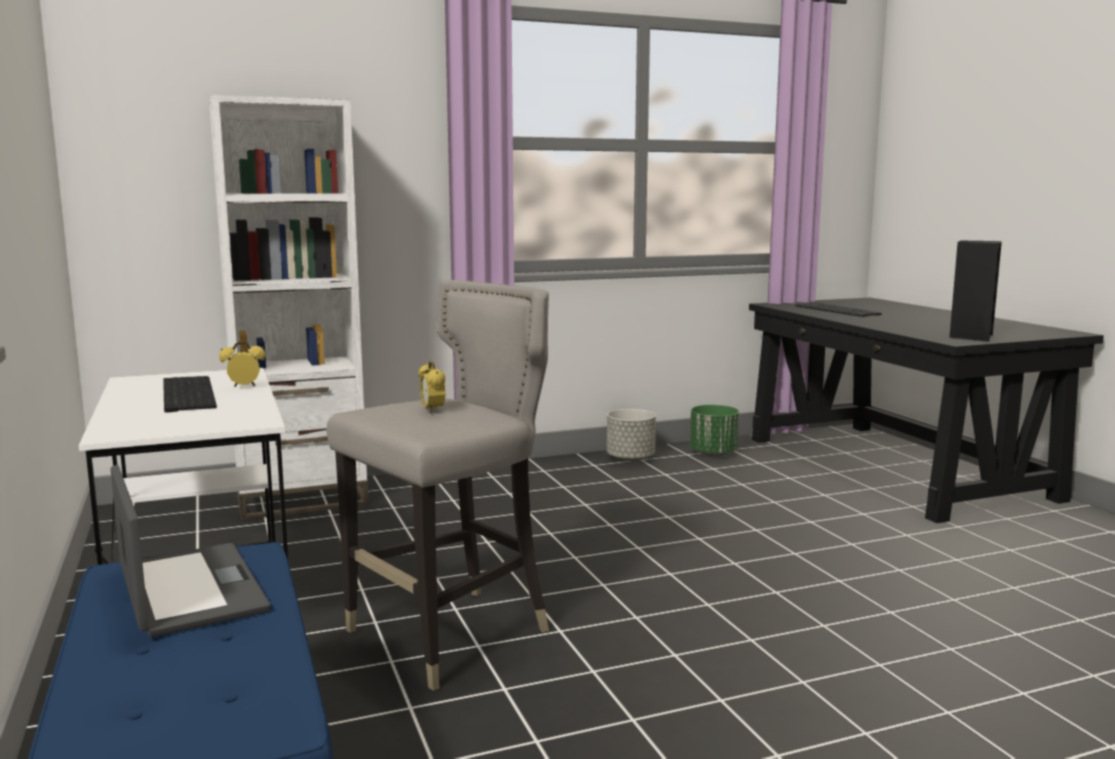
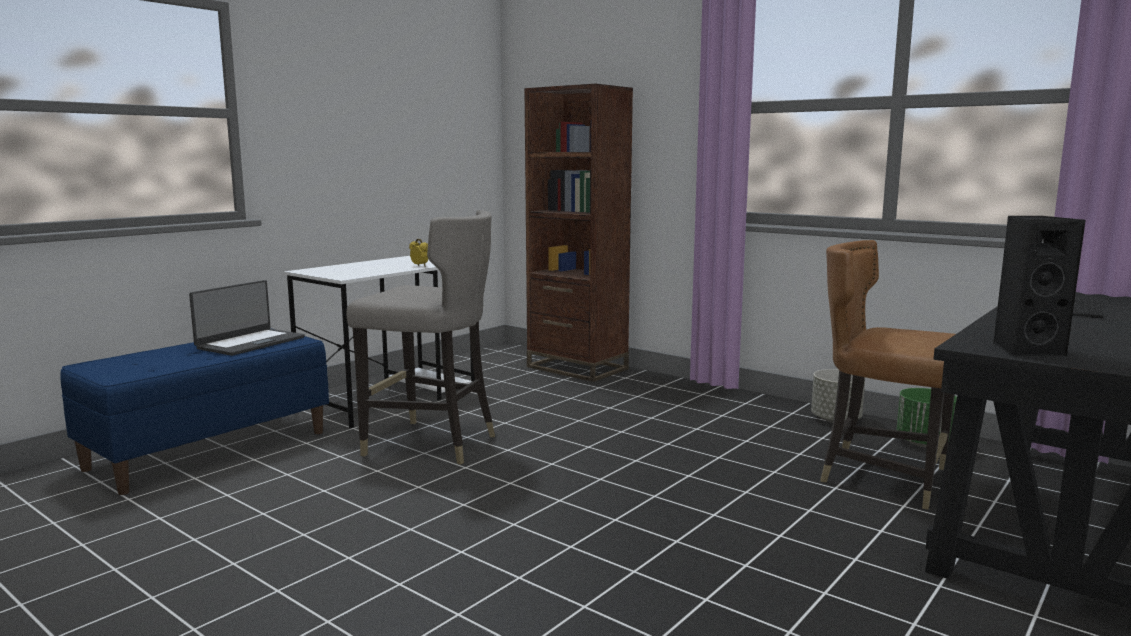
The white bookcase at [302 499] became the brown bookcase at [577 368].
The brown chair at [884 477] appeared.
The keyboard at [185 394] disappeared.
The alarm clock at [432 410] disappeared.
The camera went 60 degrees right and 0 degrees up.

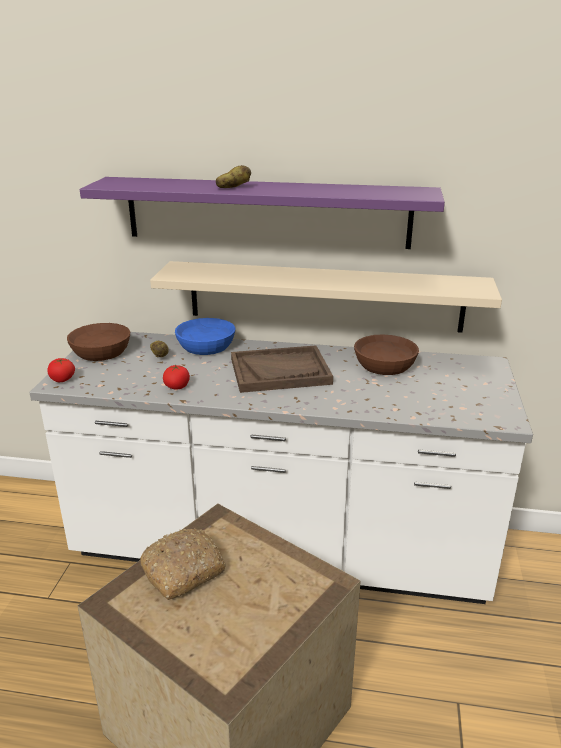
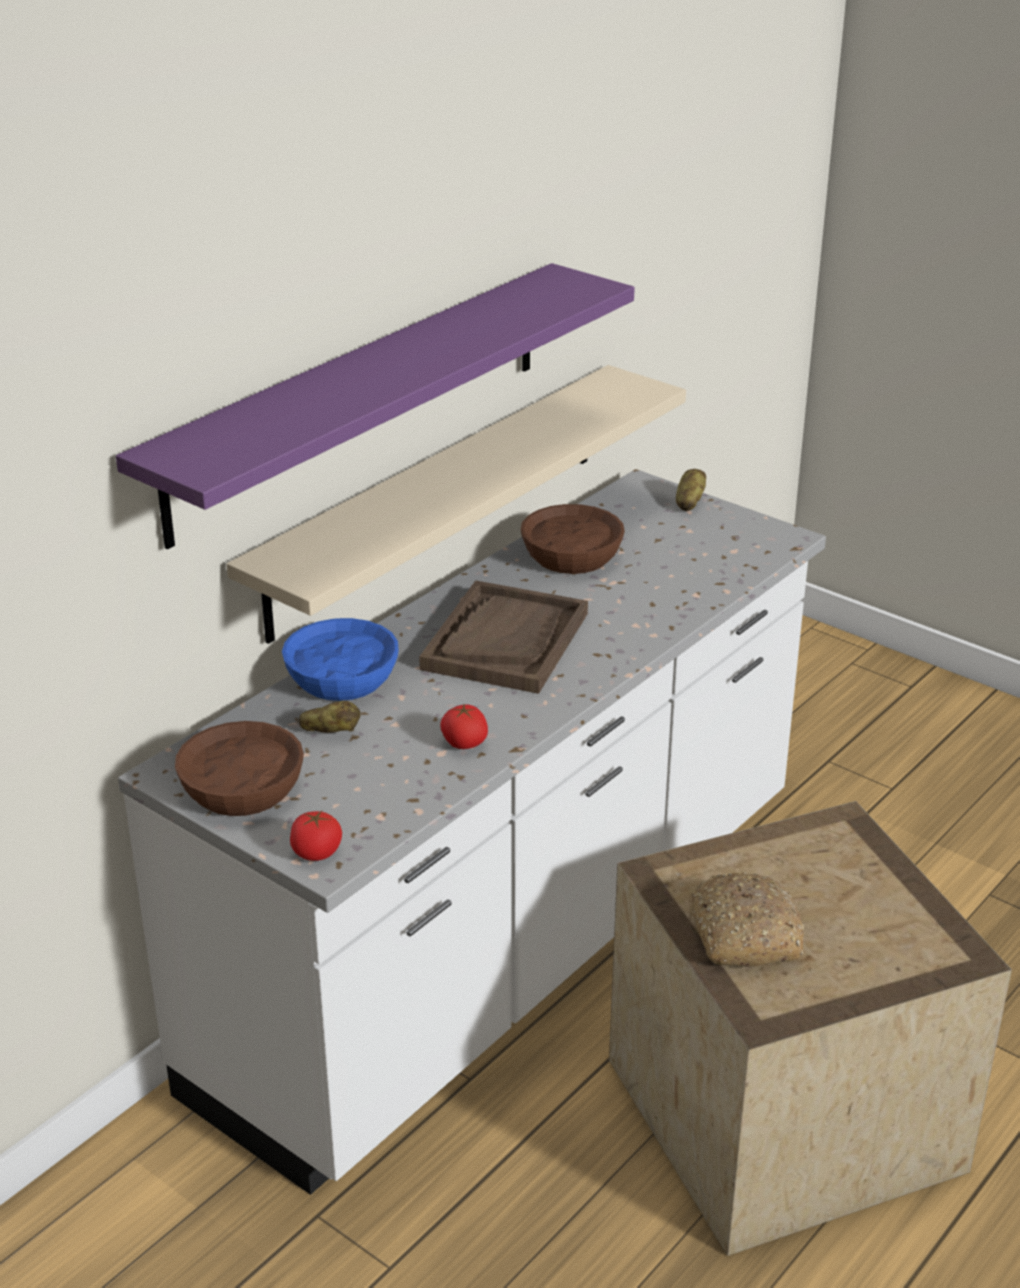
The potato moved from [233 187] to [689 502].
The camera went 60 degrees left and 5 degrees up.

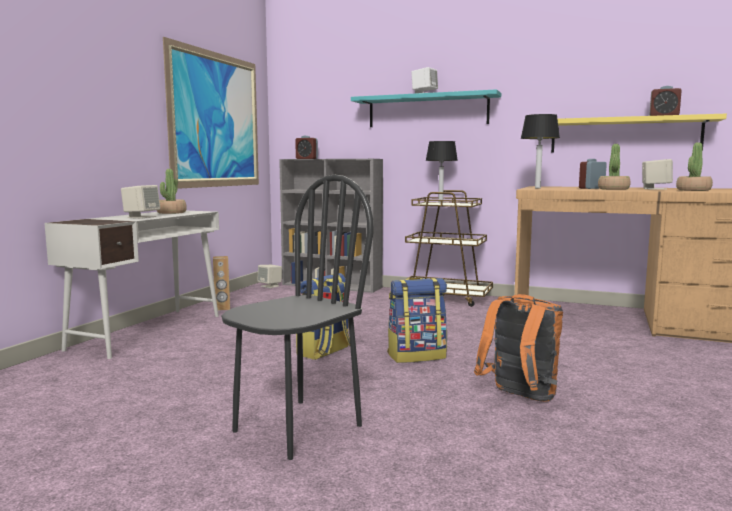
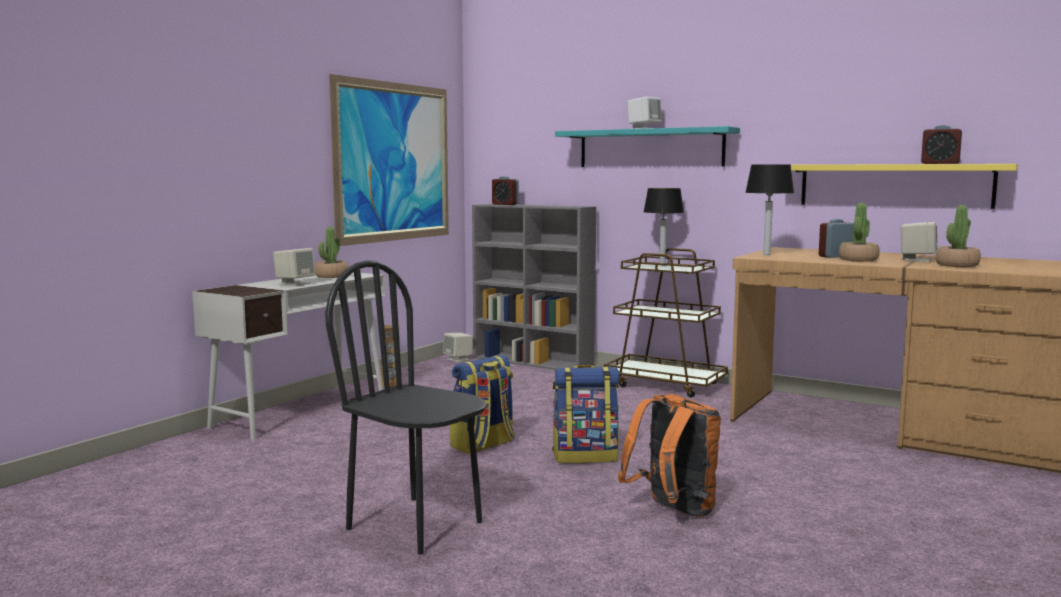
The black chair at [297 428] turned 105 degrees counterclockwise.
The camera went 10 degrees right and 0 degrees up.

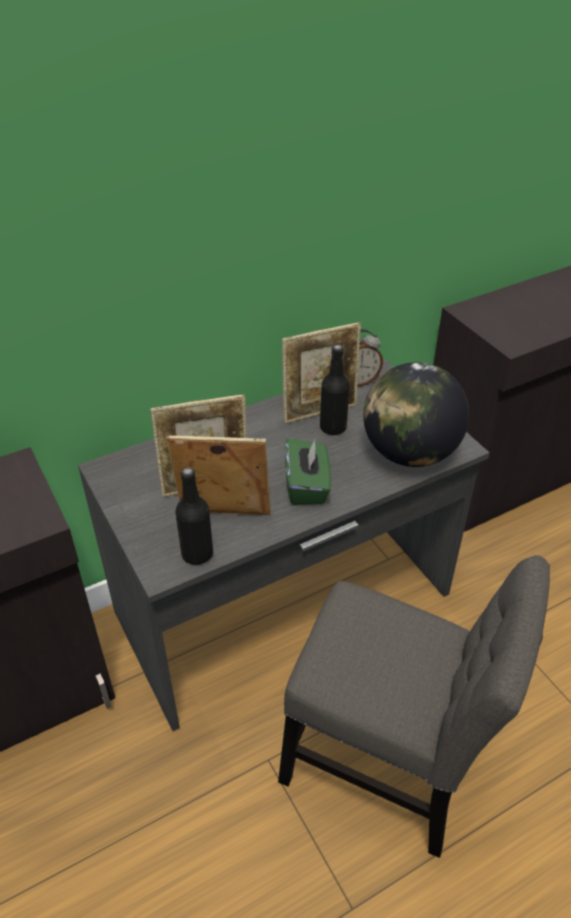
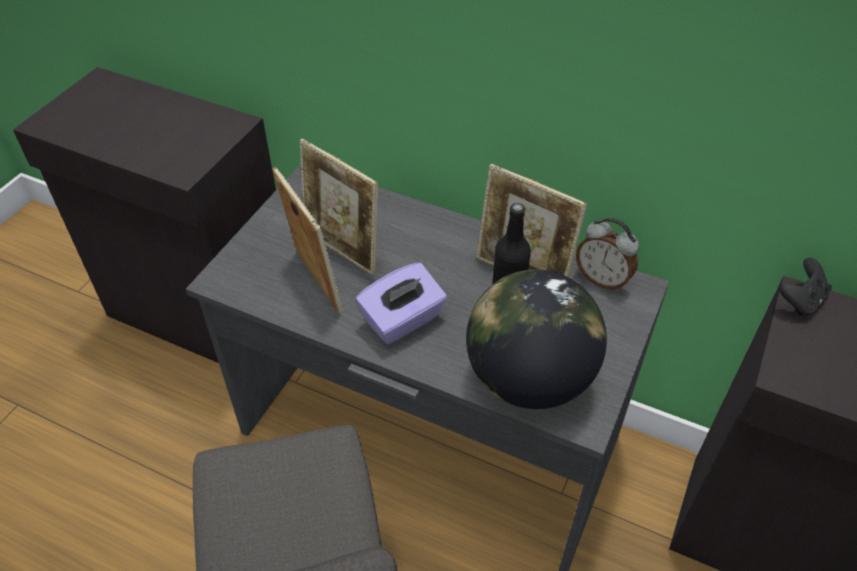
The green tissue box at [307 486] became the purple tissue box at [402 320].
The black game controller at [800 301] appeared.
The black bottle at [197 554] disappeared.
The camera went 55 degrees right and 5 degrees up.

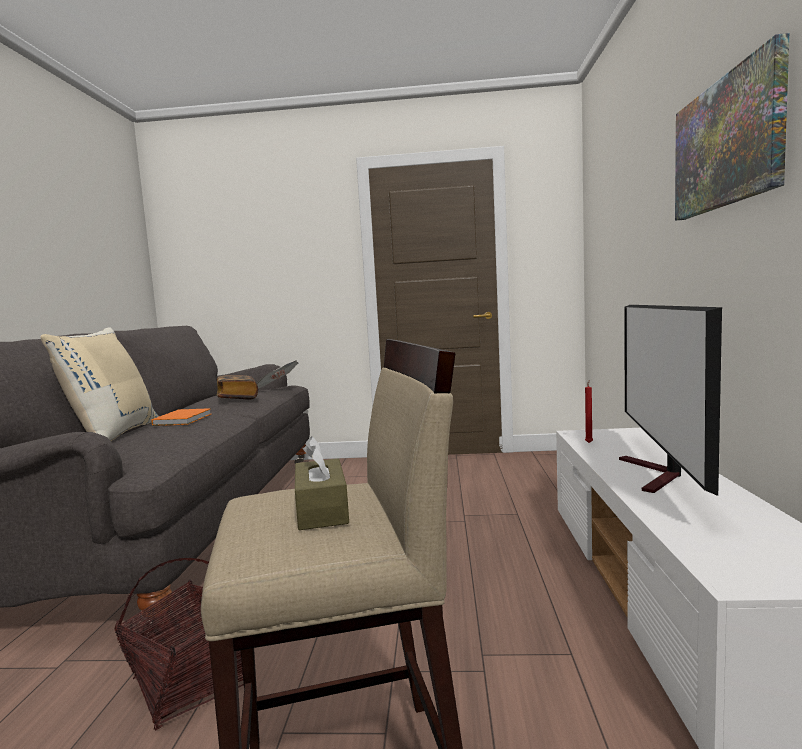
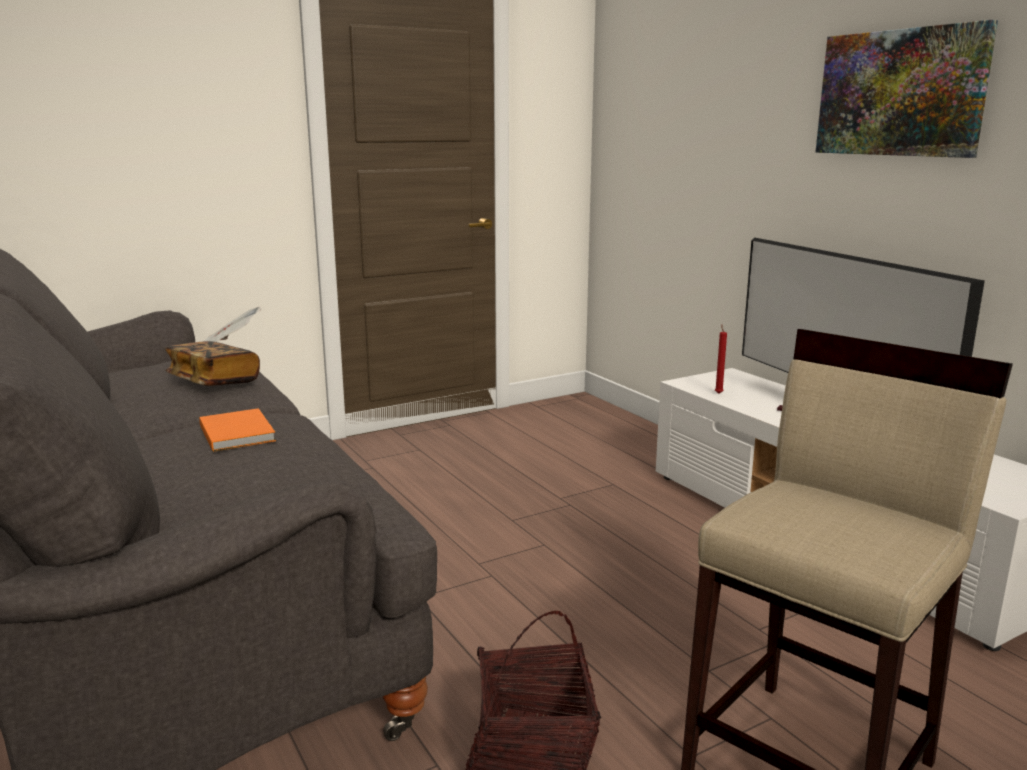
The beige pillow at [113 435] disappeared.
The brown tissue box at [321 510] disappeared.
The camera went 35 degrees left and 10 degrees up.

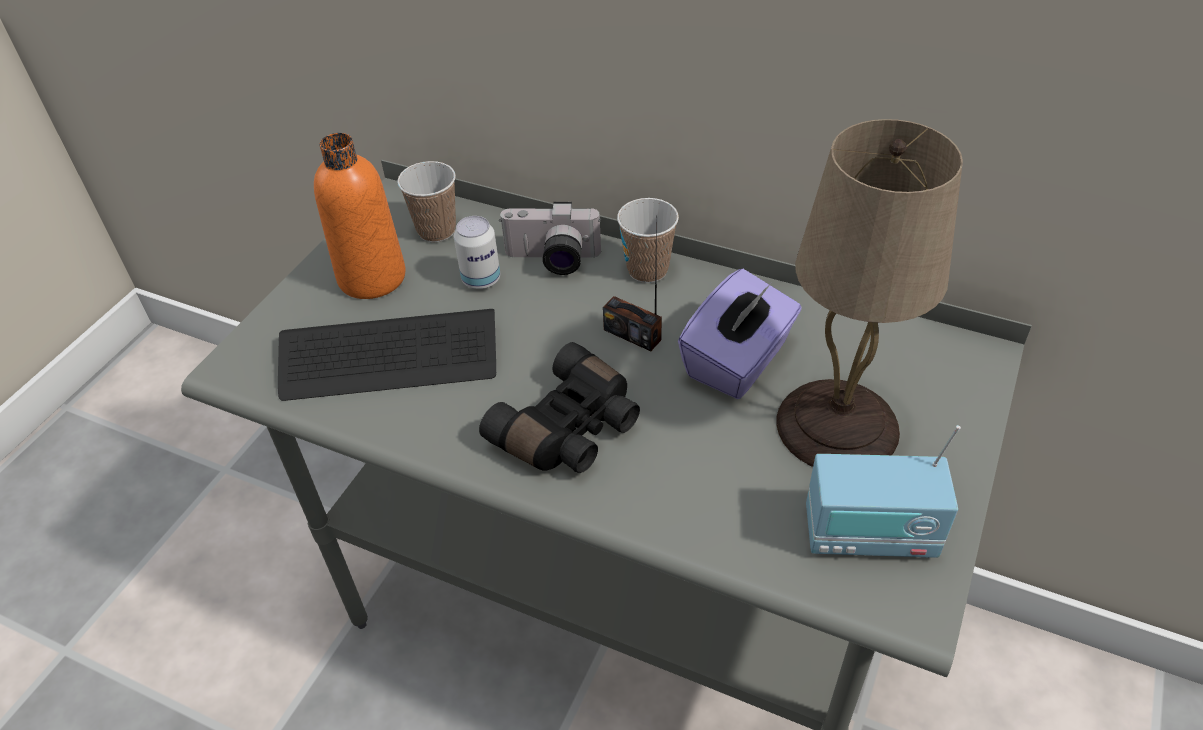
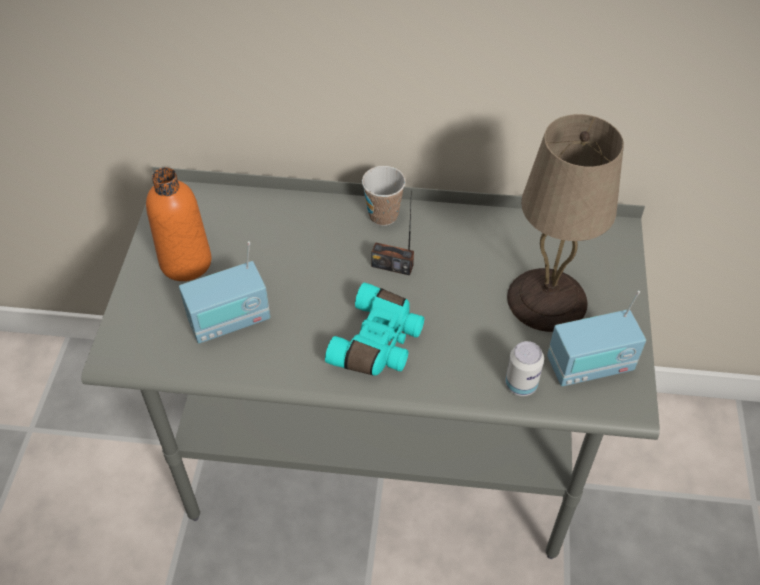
The keyboard at [389 358] was replaced by the radio at [229 321].
The black binoculars at [570 430] became the turquoise binoculars at [379 343].
The can moved from [481 280] to [521 384].
The cup at [436 231] disappeared.
The photo camera at [552 261] disappeared.
The purple tissue box at [738 361] disappeared.
The camera went 20 degrees left and 5 degrees up.

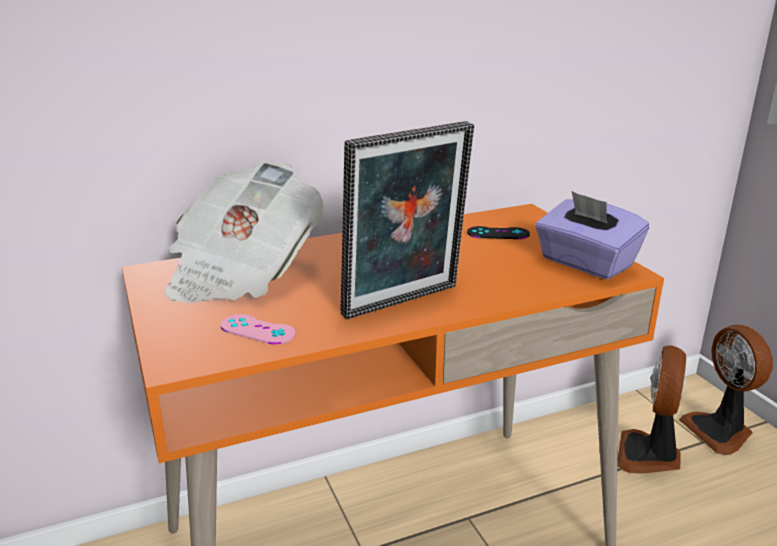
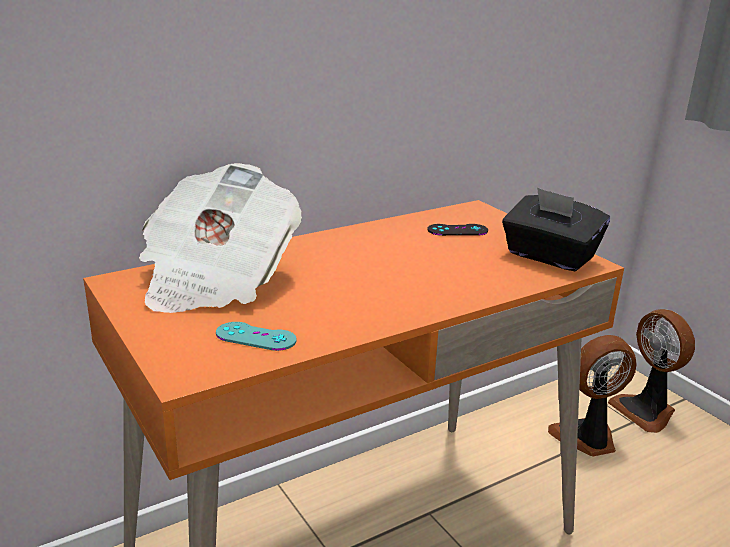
The pink game controller at [257 330] became the turquoise game controller at [256 337].
The purple tissue box at [585 263] became the black tissue box at [549 257].
The fan at [649 455] turned 60 degrees clockwise.
The picture frame at [405 303] disappeared.
The camera went 10 degrees left and 0 degrees up.

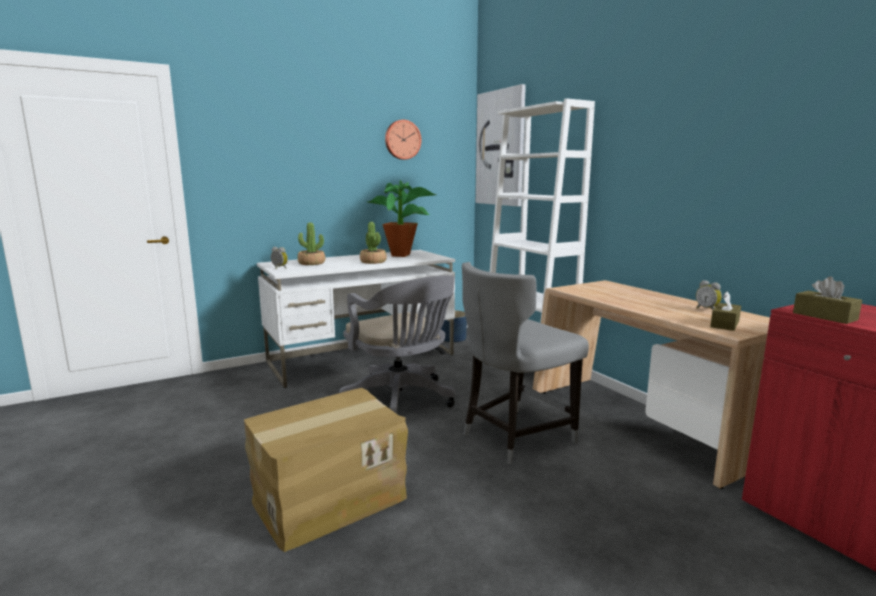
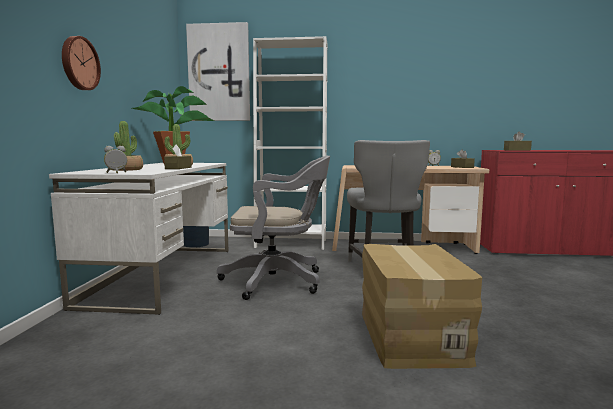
The wall clock moved from [402 140] to [79 63].
The brown tissue box at [178 168] appeared.
The camera went 55 degrees left and 5 degrees down.

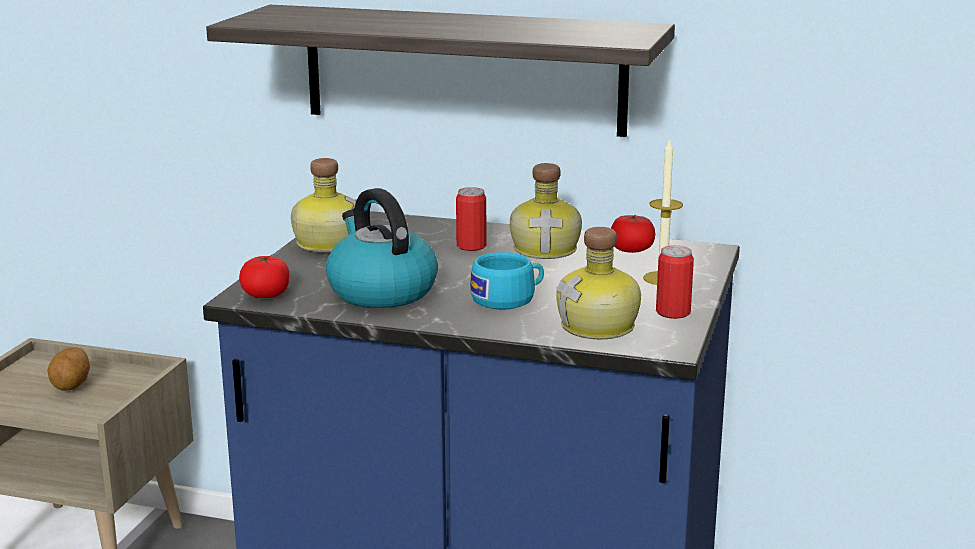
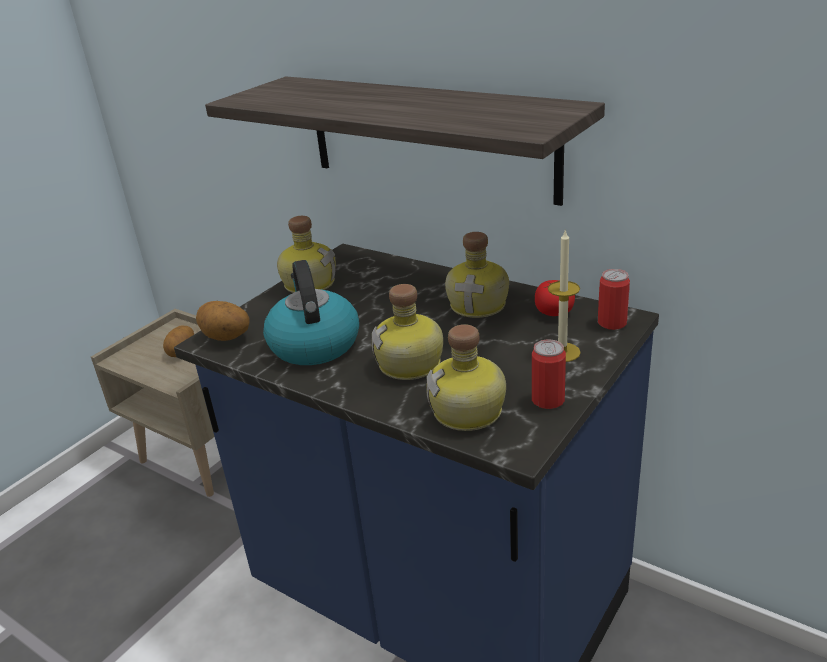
The tomato at [266 294] was replaced by the potato at [226 338].
The turquoise cup at [509 299] was replaced by the bottle at [411 365].
The can moved from [471 246] to [612 323].
The camera went 20 degrees right and 10 degrees up.

